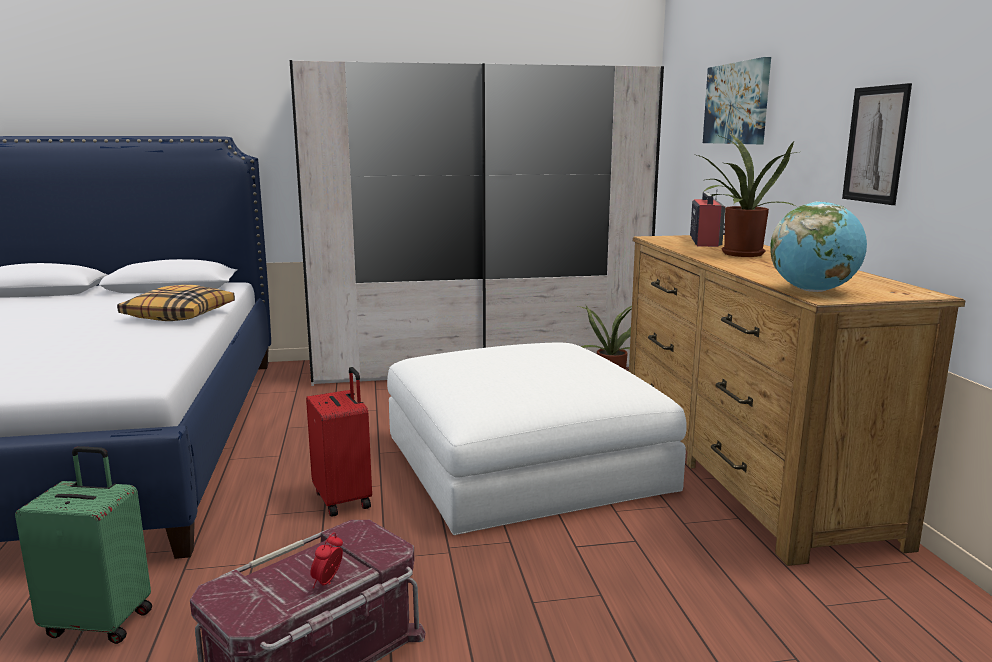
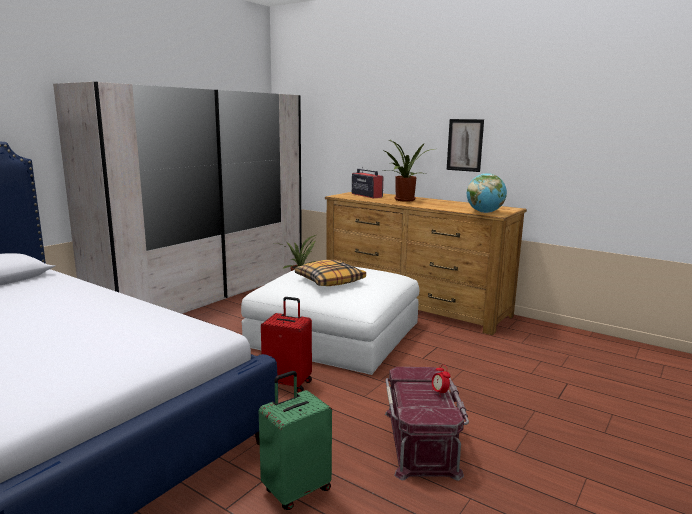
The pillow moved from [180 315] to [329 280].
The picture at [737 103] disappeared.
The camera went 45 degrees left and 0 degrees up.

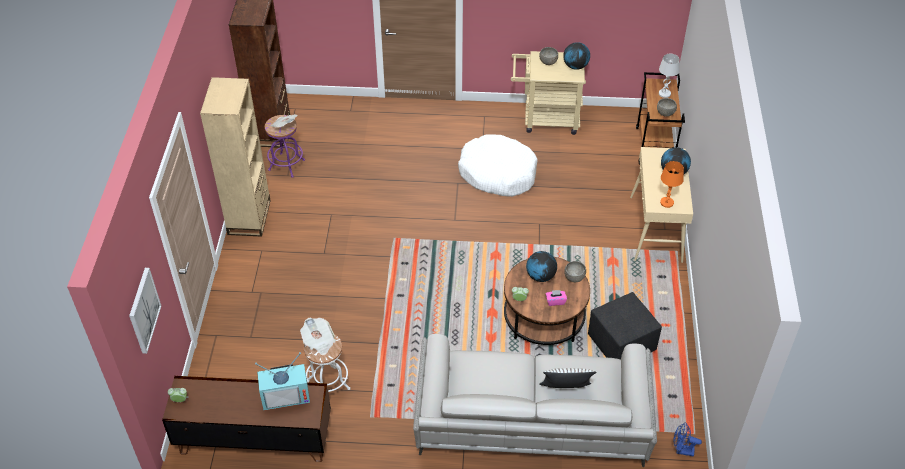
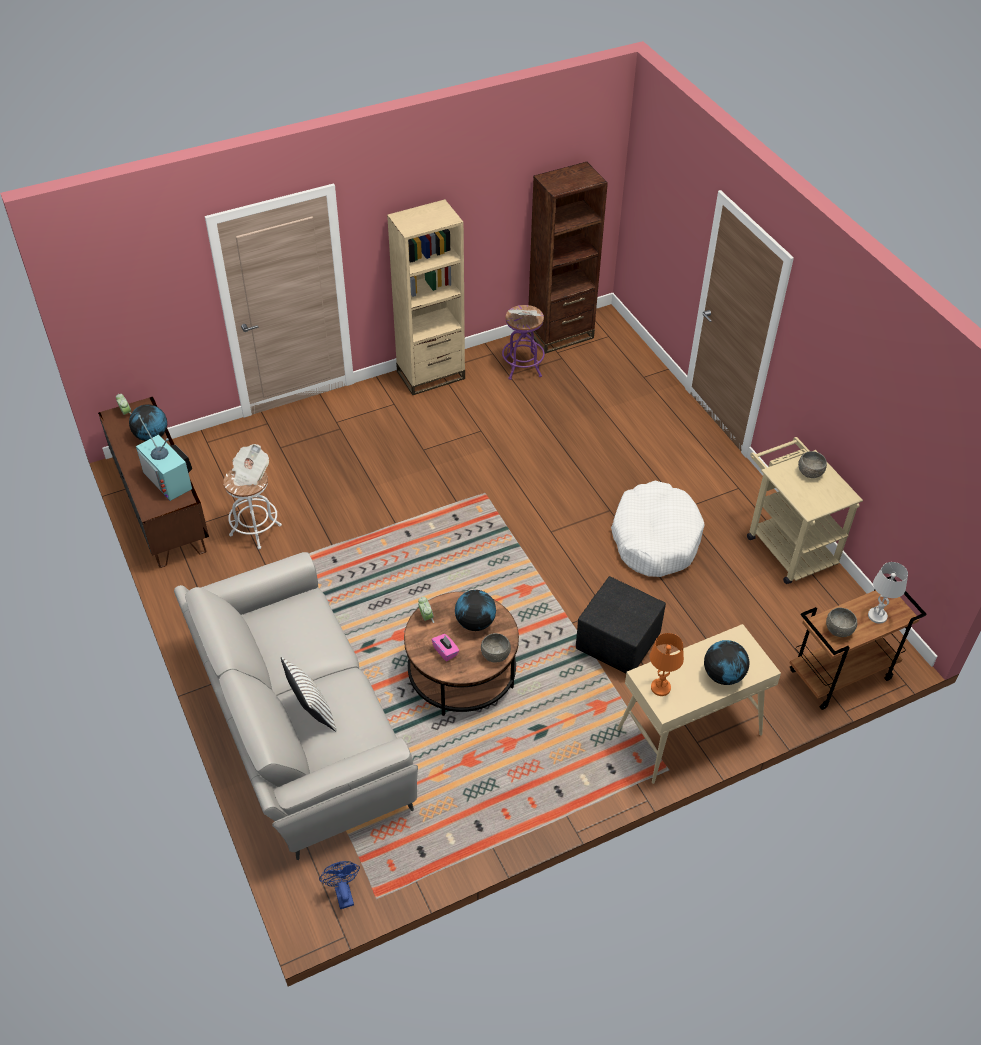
The globe moved from [575 66] to [151 436].
The black ottoman moved from [621 345] to [616 644].
The picture at [143 310] disappeared.
The camera went 60 degrees right and 0 degrees up.

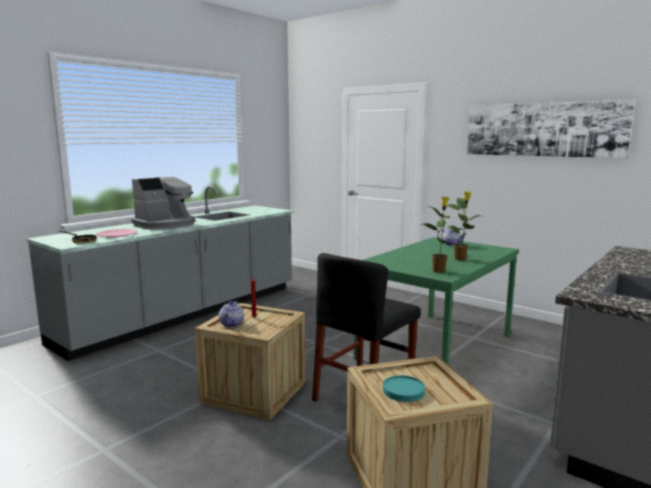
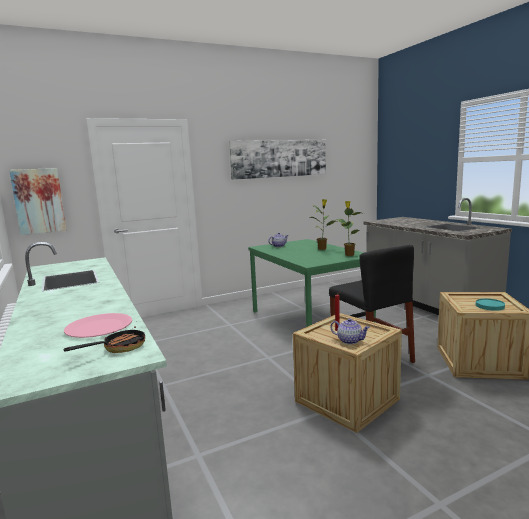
The picture at [39 201] appeared.
The coffee machine at [166 225] disappeared.
The camera went 65 degrees left and 0 degrees up.

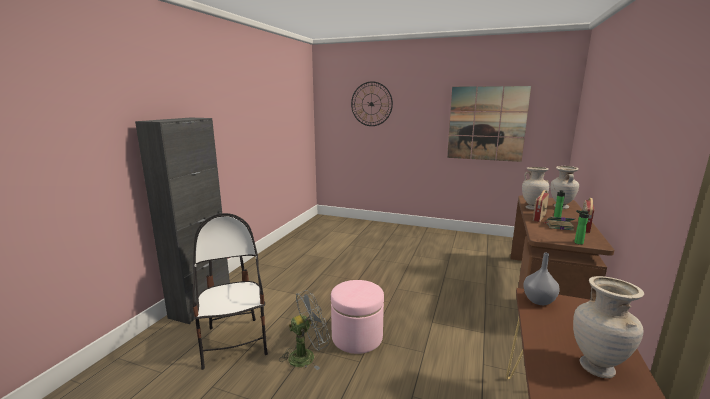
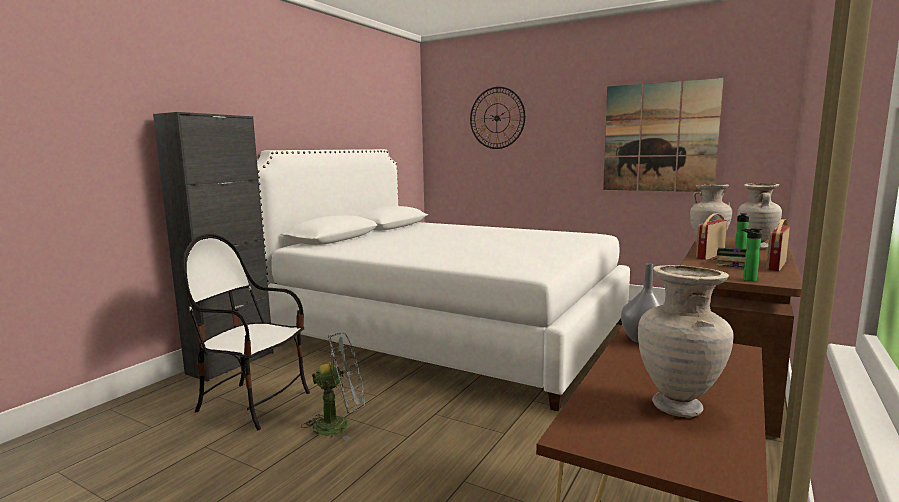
The chair at [234 342] turned 60 degrees counterclockwise.
The white bed at [450 332] appeared.
The pink ottoman at [357 337] disappeared.
The camera went 10 degrees right and 5 degrees down.

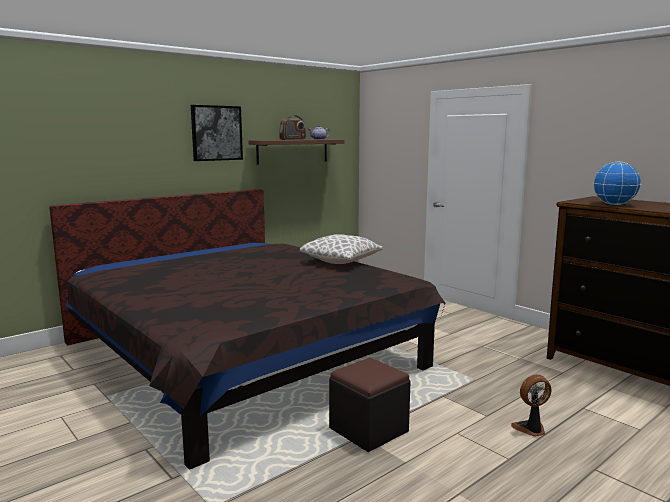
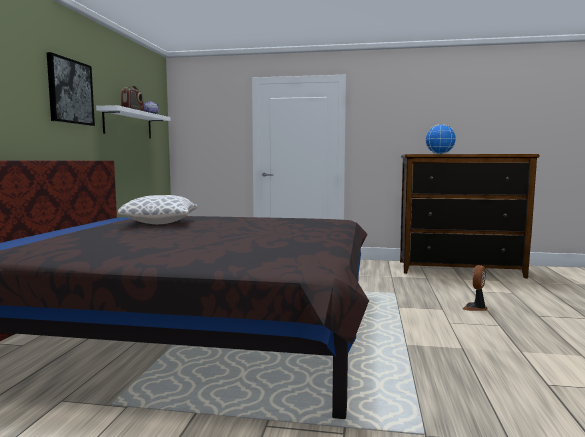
The brown shelf at [293 151] became the white shelf at [128 124].
The pillow moved from [341 262] to [160 223].
The black ottoman at [368 430] disappeared.
The camera went 40 degrees left and 5 degrees down.

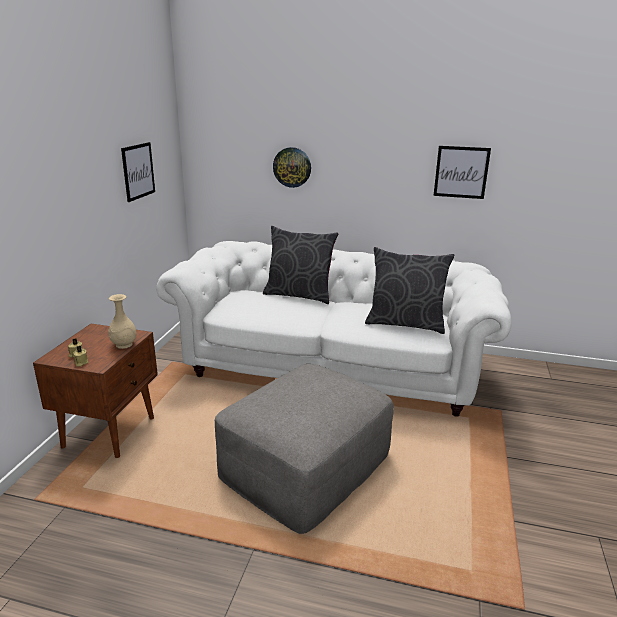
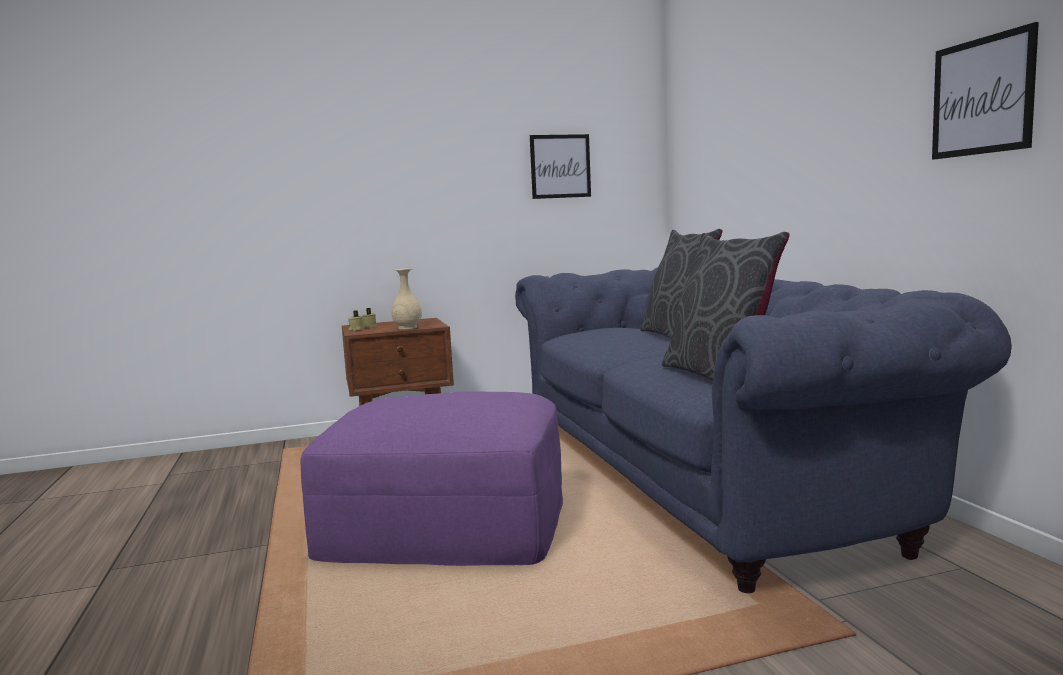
The grey ottoman at [305 465] became the purple ottoman at [447 524].
The white sofa at [332 367] became the blue sofa at [706 475].
The wall clock at [292 167] disappeared.
The camera went 60 degrees right and 15 degrees down.

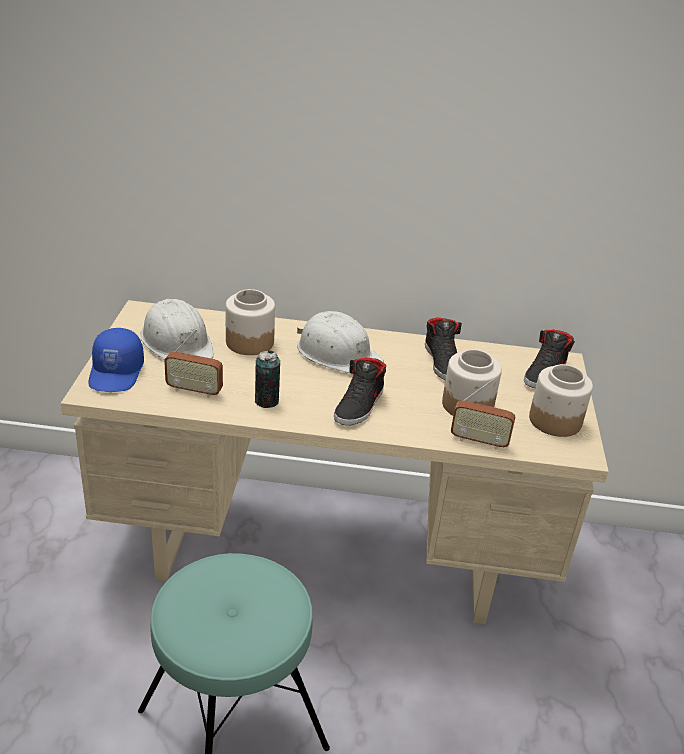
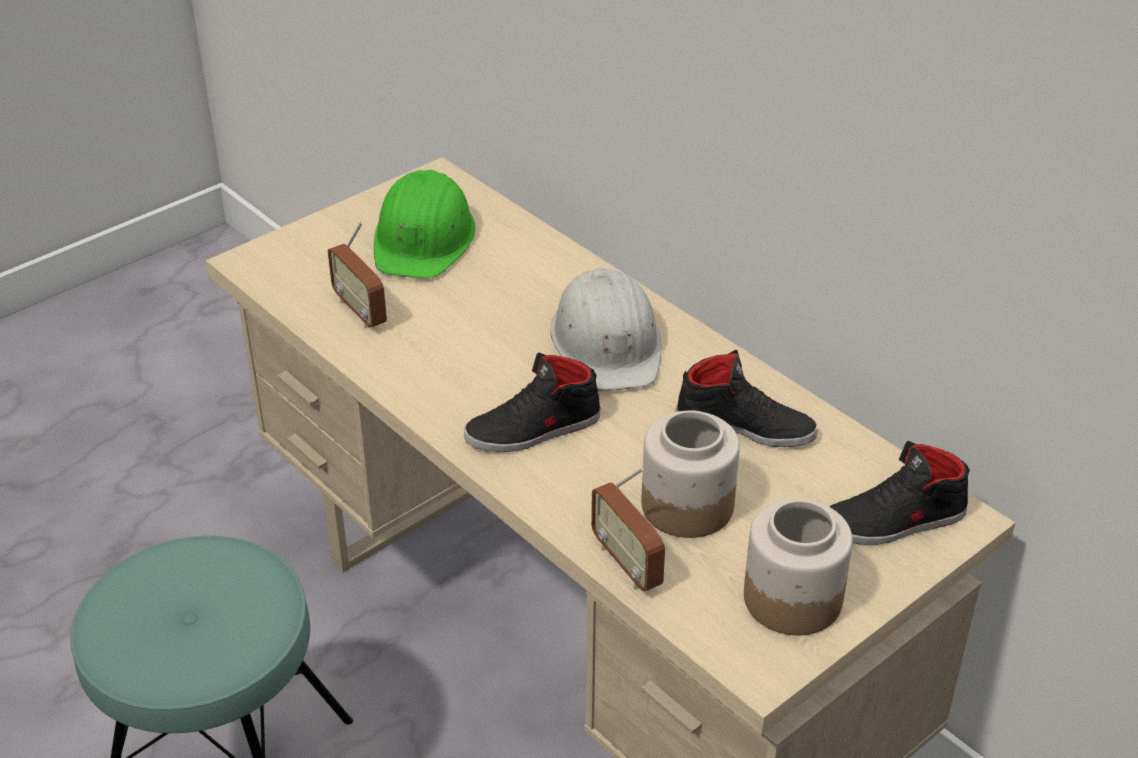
The white hard hat at [177 342] became the green hard hat at [424 239].
The black shoe at [443 362] turned 105 degrees counterclockwise.
The blue cap at [117 373] disappeared.
The jar at [249 342] disappeared.
The can at [266 401] disappeared.
The camera went 45 degrees right and 5 degrees up.

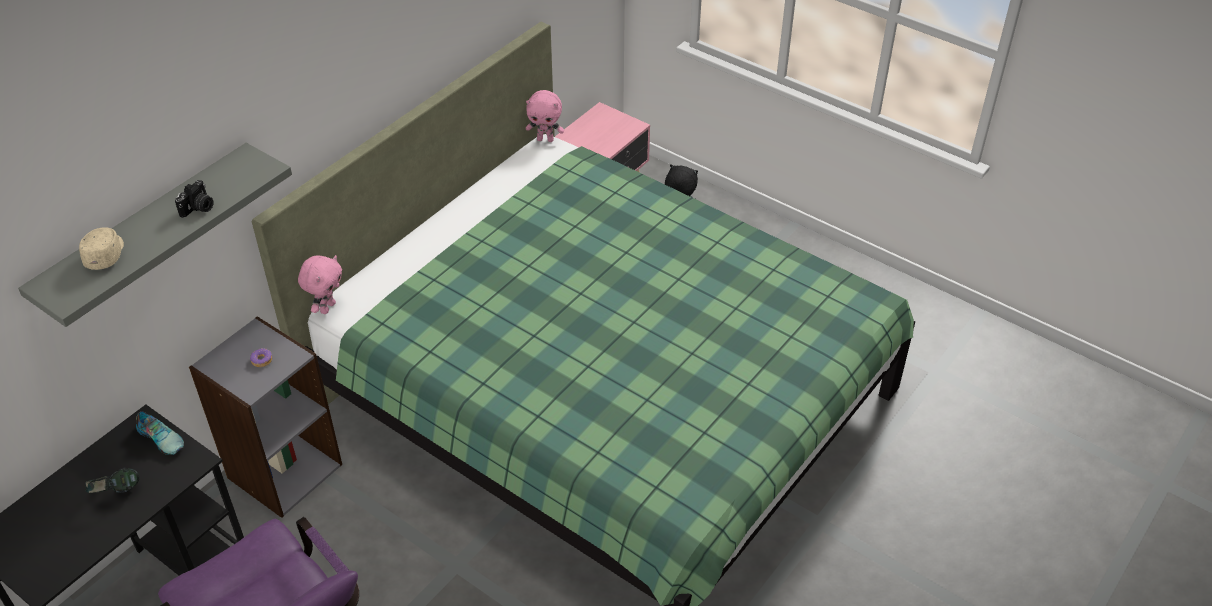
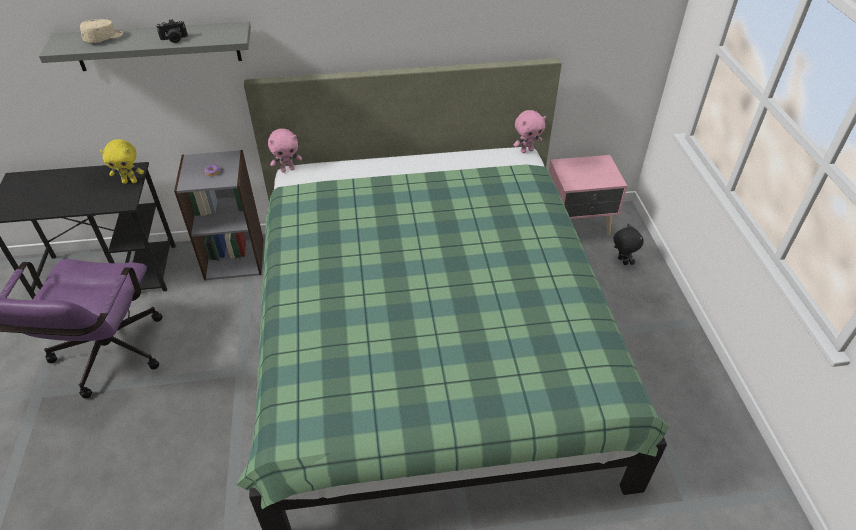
The shoe at [162 437] was replaced by the yellow plush toy at [130 181].
The pink plush toy at [545 139] turned 75 degrees counterclockwise.
The headphones at [116 492] disappeared.
The camera went 45 degrees right and 0 degrees up.

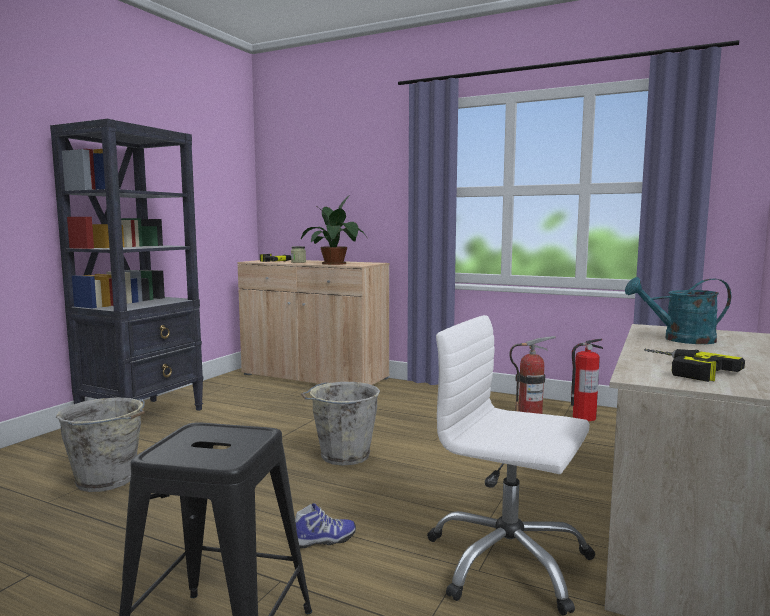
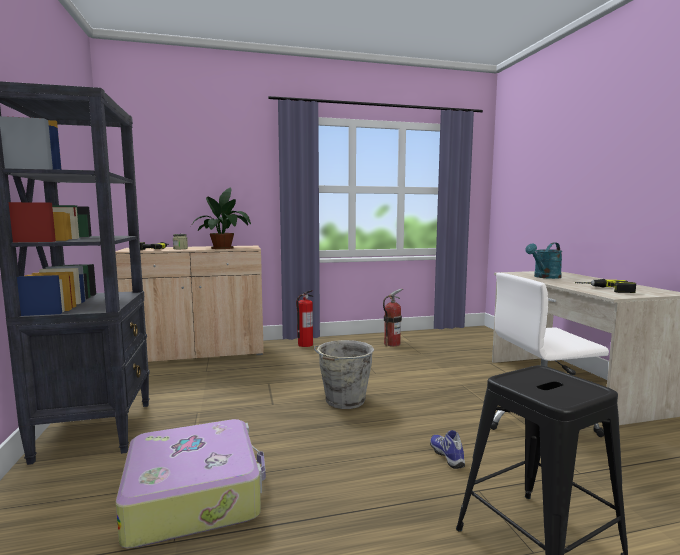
The grey bucket at [108 480] was replaced by the suitcase at [195 494].
The fire extinguisher moved from [583 417] to [305 344].
The shoe at [323 541] turned 45 degrees counterclockwise.
The camera went 40 degrees left and 0 degrees up.

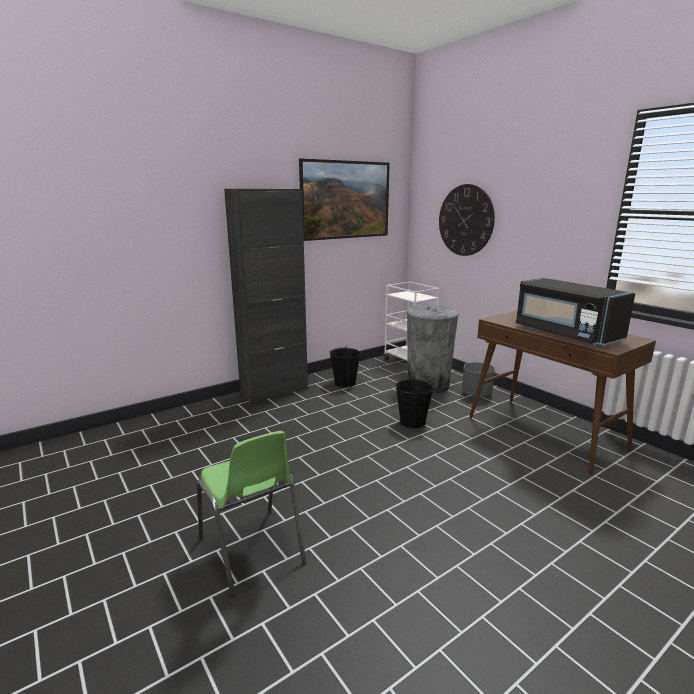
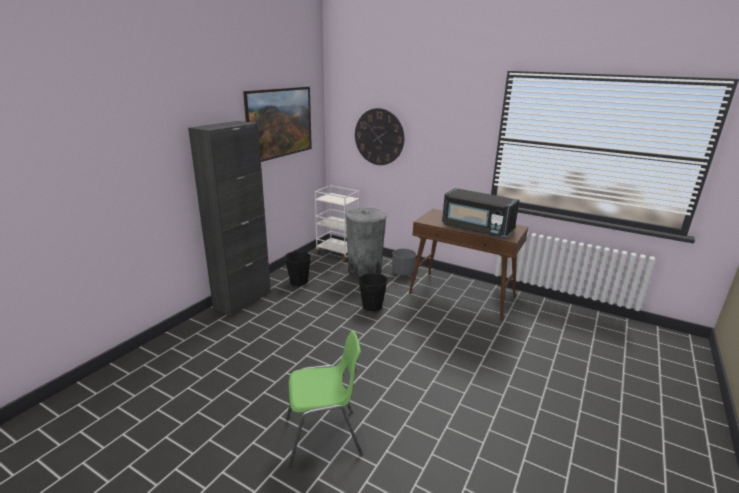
The green chair at [252 550] turned 45 degrees counterclockwise.
The camera went 25 degrees left and 5 degrees up.

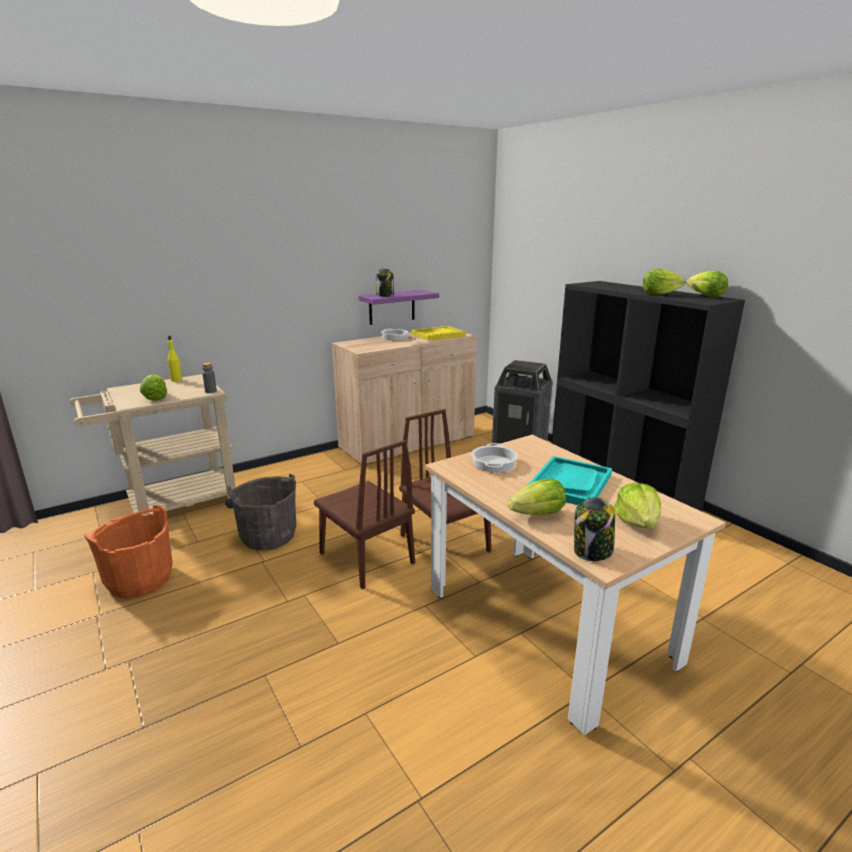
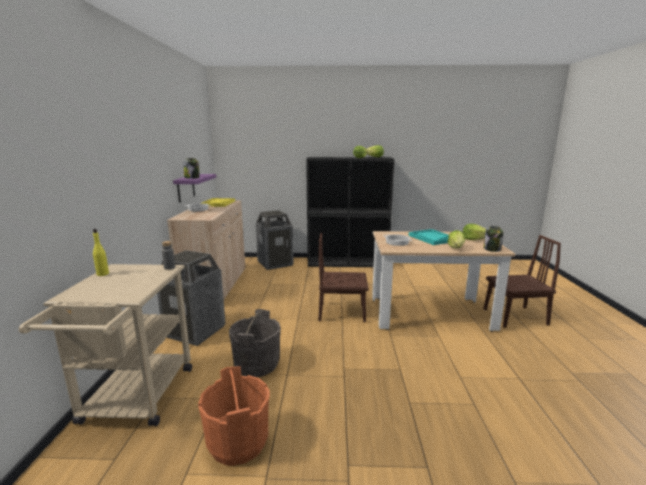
The trash can at [195 331] appeared.
The brown chair moved from [366 558] to [514 317].
The lettuce at [155 398] disappeared.
The camera went 55 degrees left and 5 degrees down.

